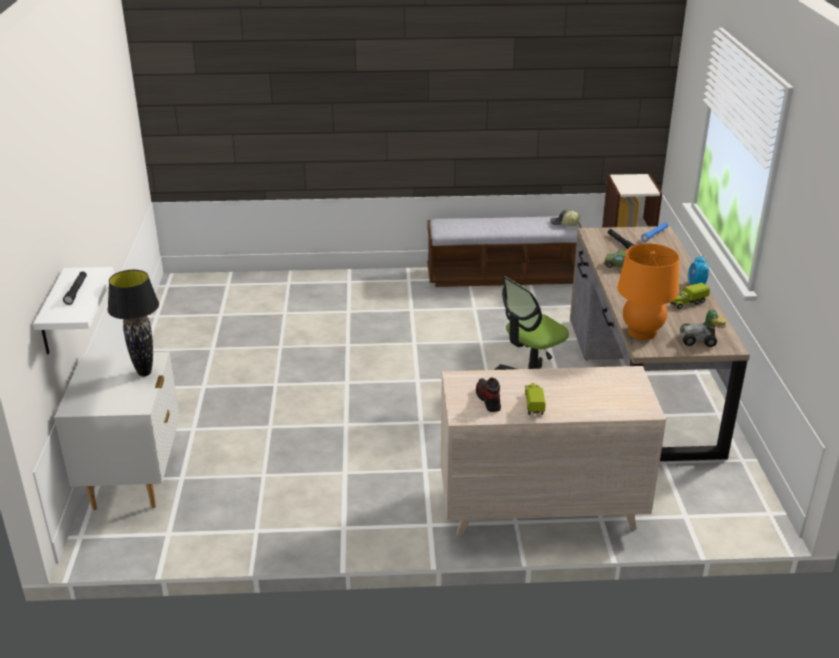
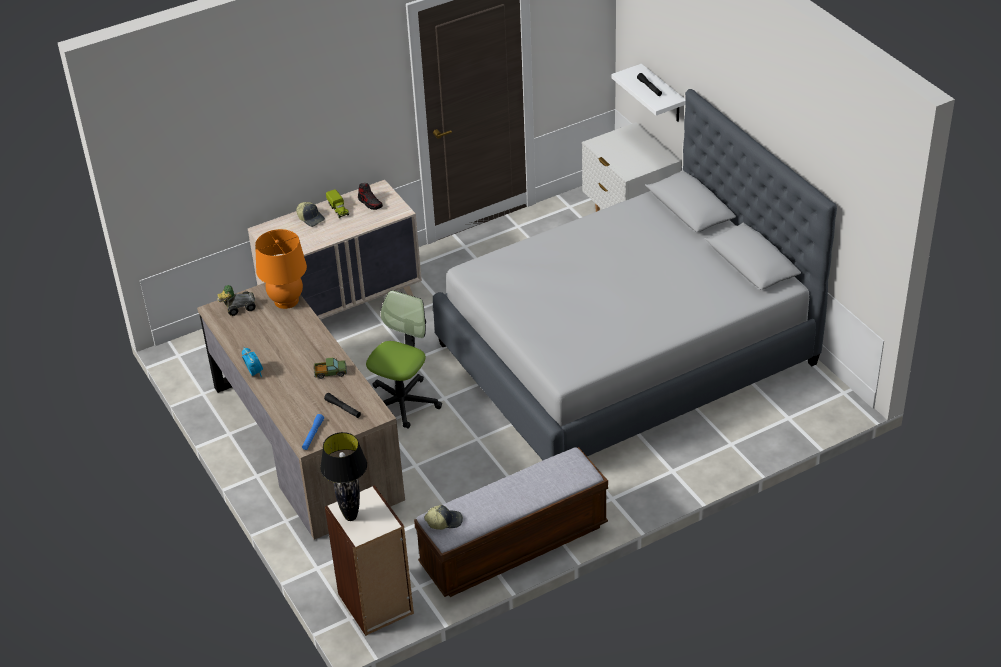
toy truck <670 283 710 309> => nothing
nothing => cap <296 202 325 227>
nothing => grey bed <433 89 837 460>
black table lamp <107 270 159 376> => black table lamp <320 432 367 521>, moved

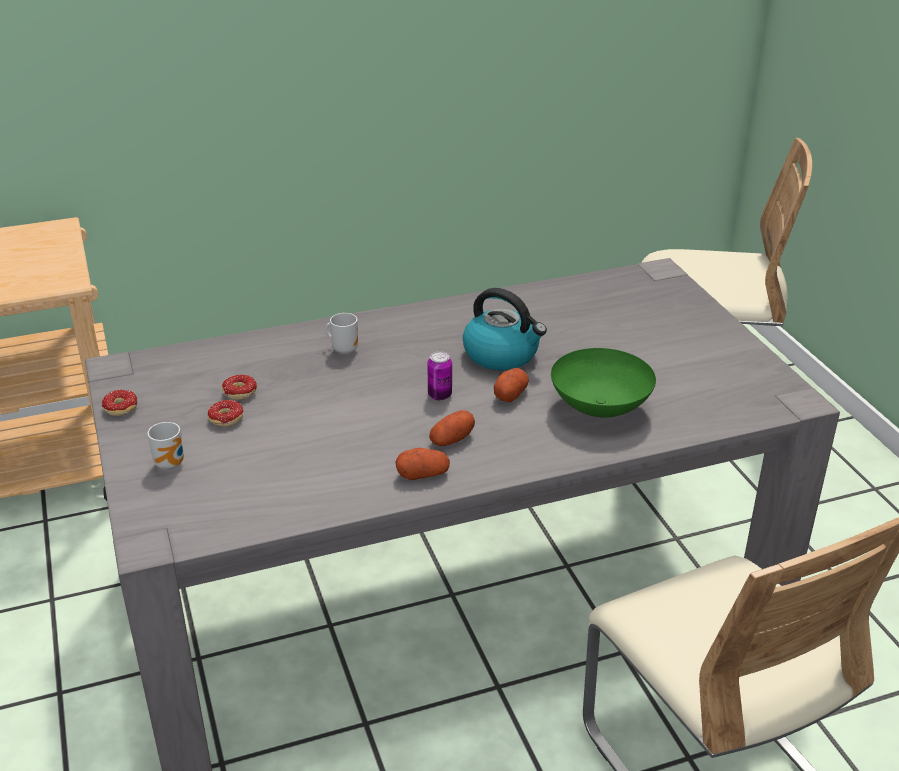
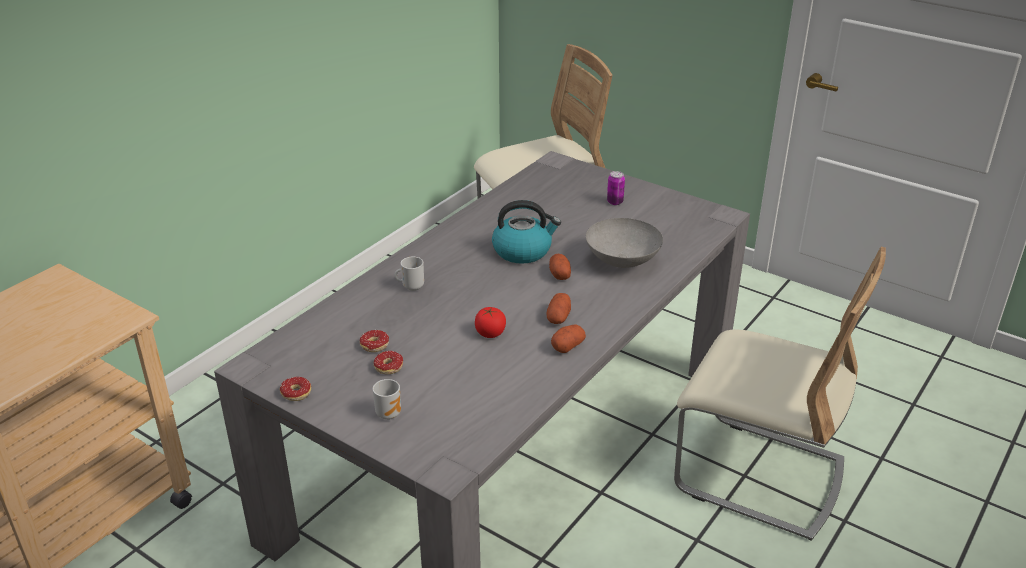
nothing => tomato <475 307 506 338>
can <427 351 452 401> => can <607 171 625 205>, moved
green bowl <551 348 656 418> => grey bowl <586 218 663 268>

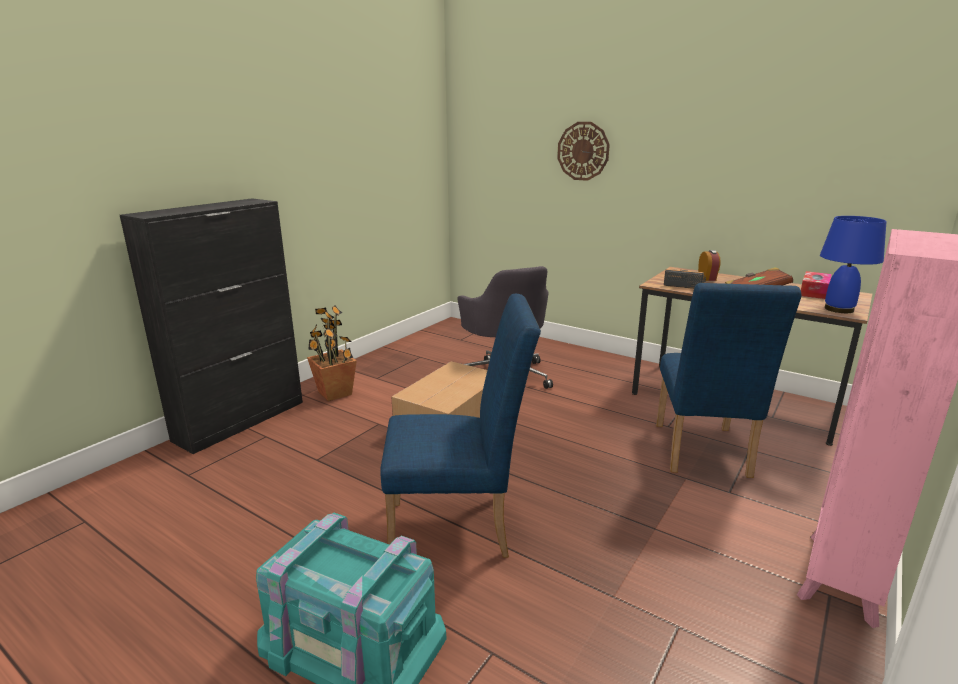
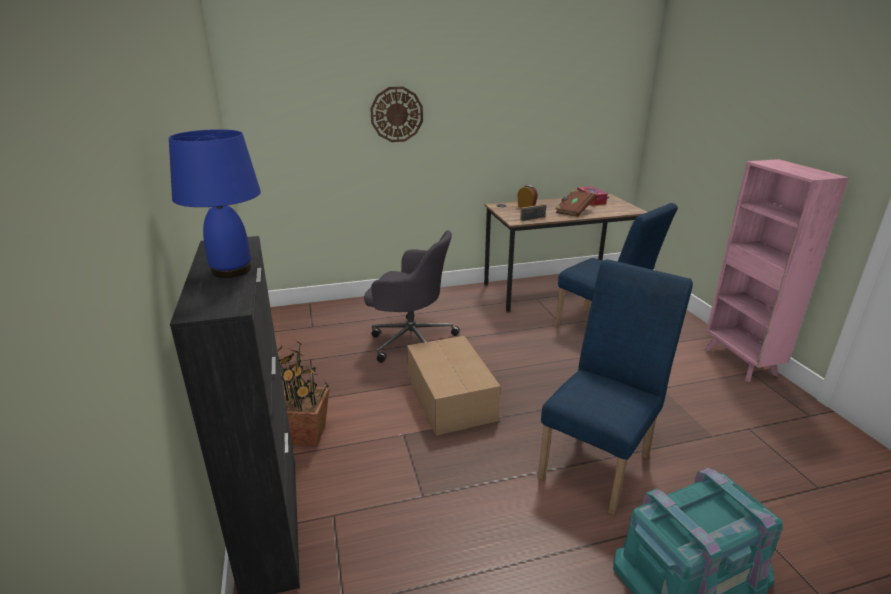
blue table lamp <820 216 887 313> => blue table lamp <169 129 261 278>, moved

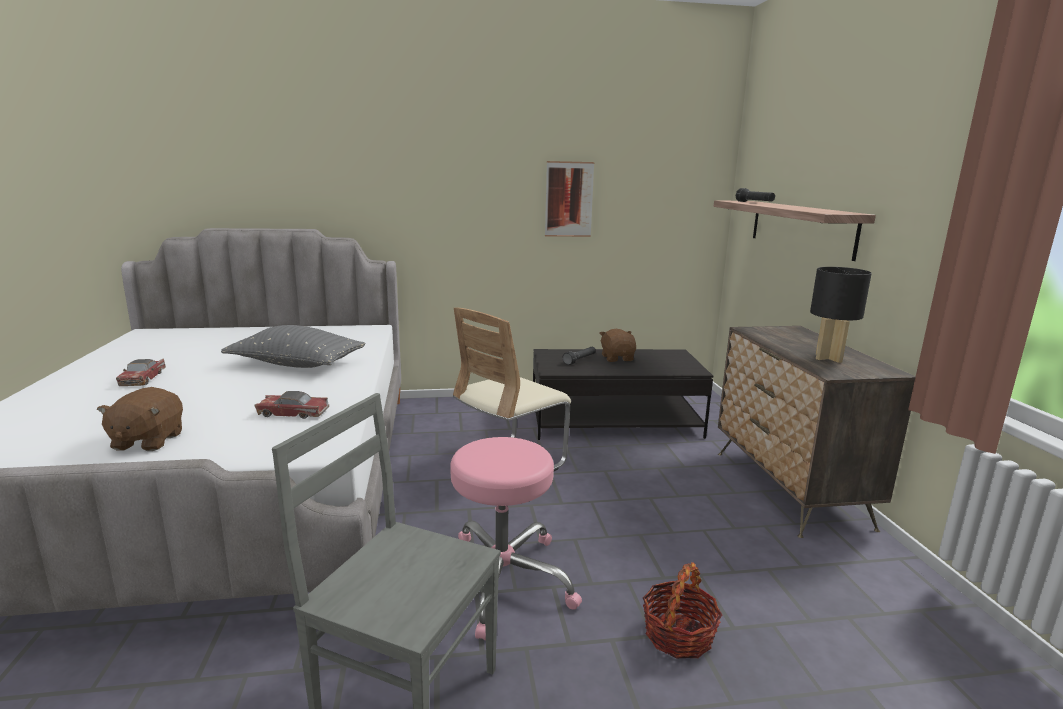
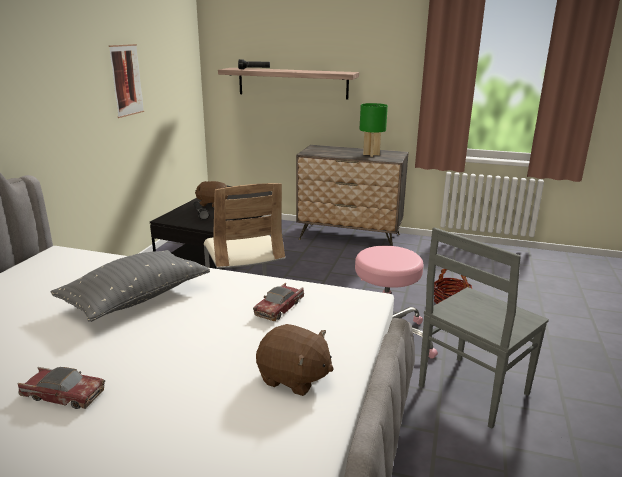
black table lamp <810 267 872 363> => green table lamp <360 103 388 157>

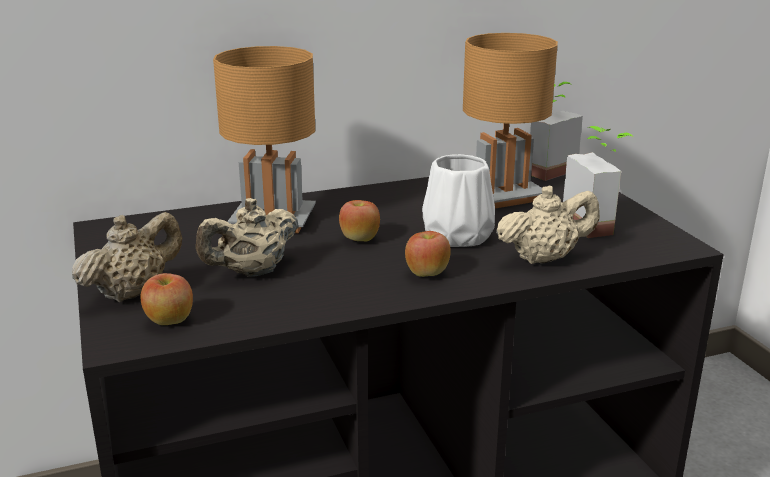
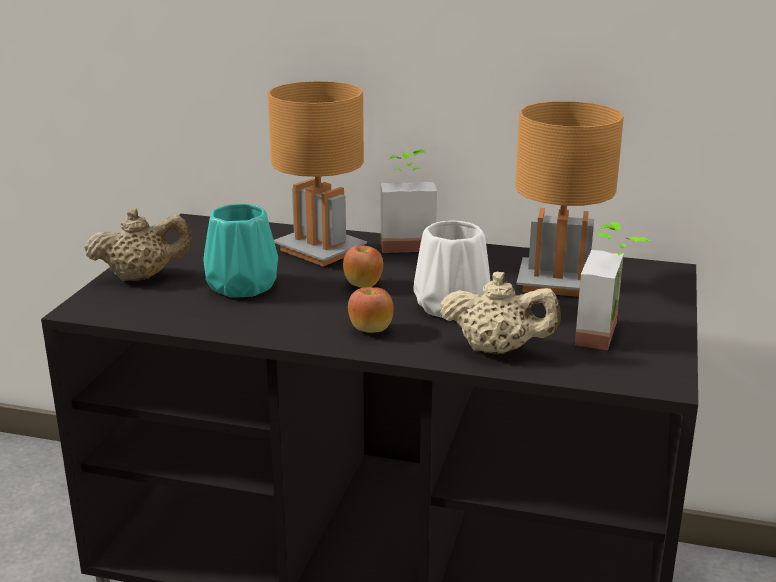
apple <140 273 193 325> => nothing
potted plant <530 82 583 181> => potted plant <381 149 437 253>, moved
beige teapot <196 198 299 277> => turquoise vase <203 204 278 298>

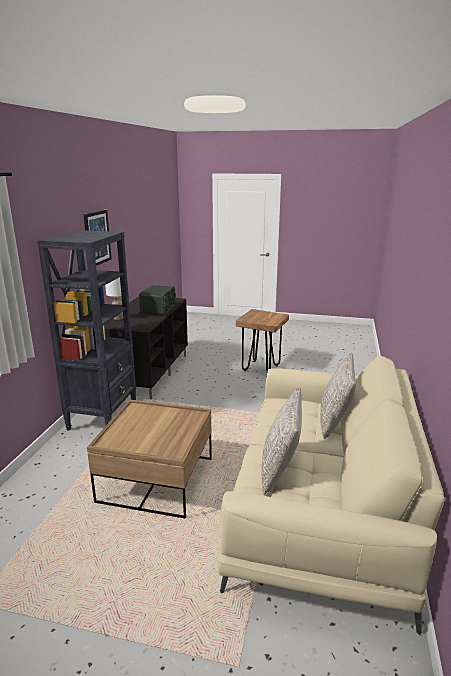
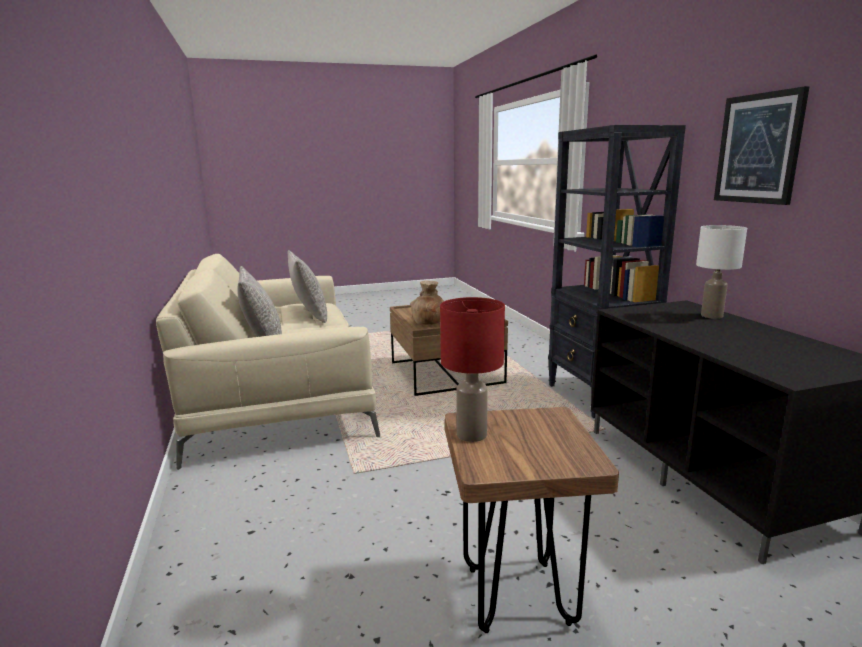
radio <139 285 176 315> => nothing
nothing => brown vase <410 281 444 325>
nothing => red table lamp <440 297 505 442>

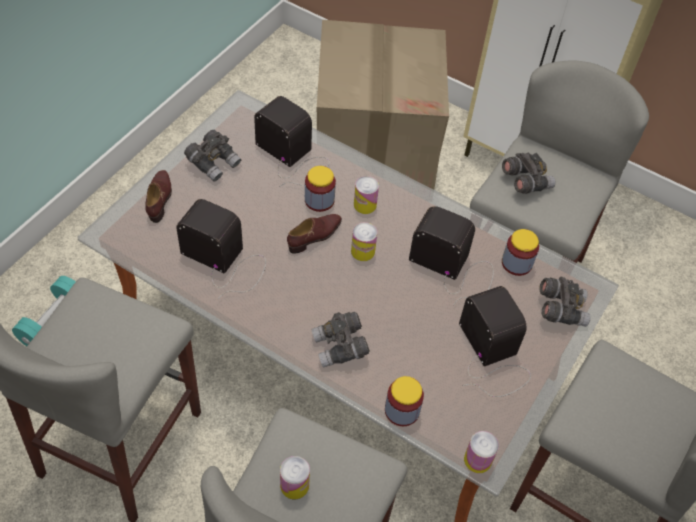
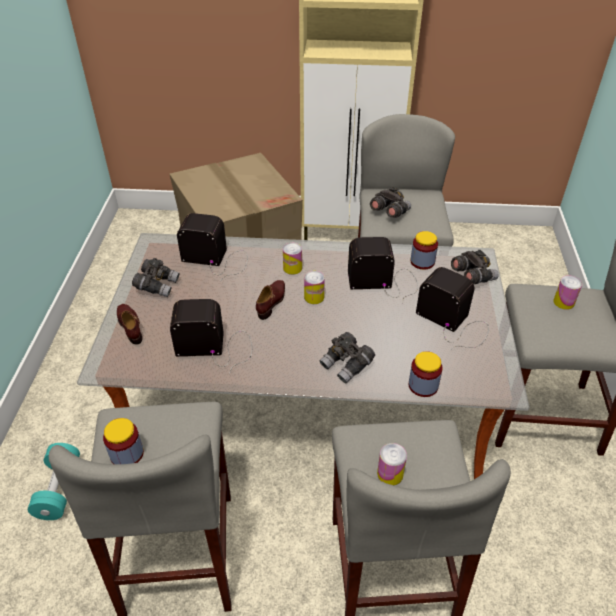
jar <305 166 336 212> => jar <103 418 144 464>, moved
can <464 431 499 473> => can <553 276 582 310>, moved

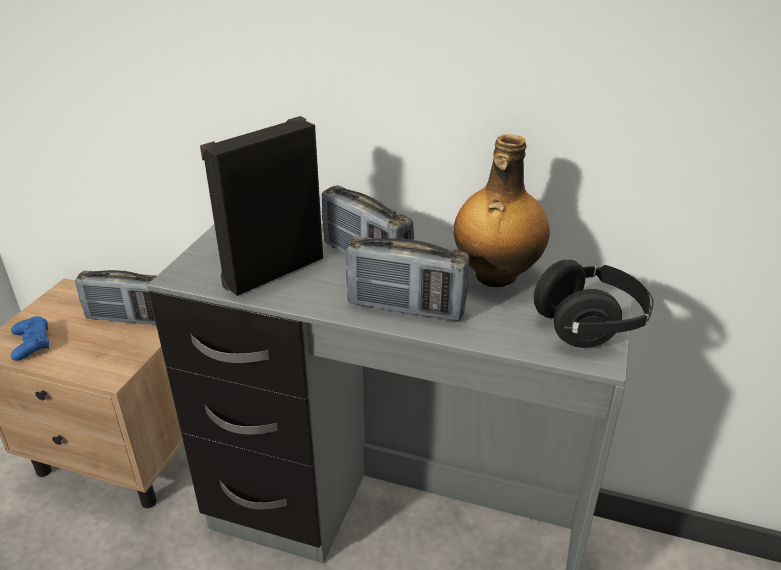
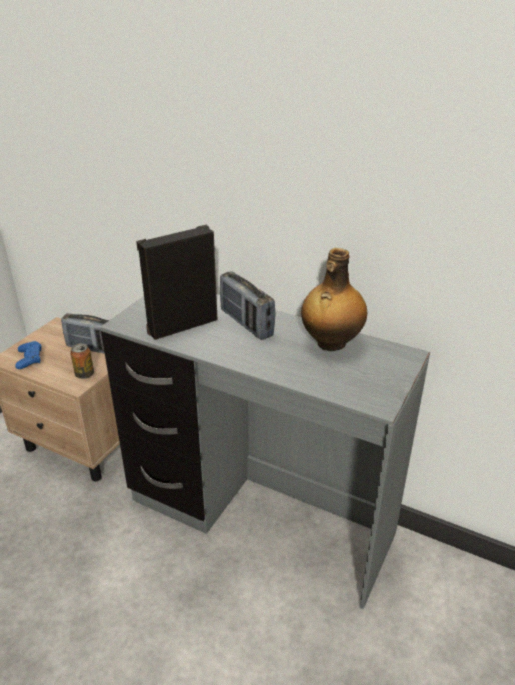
radio <346 237 469 321> => nothing
black headphones <533 260 653 348> => nothing
nothing => can <70 343 94 379>

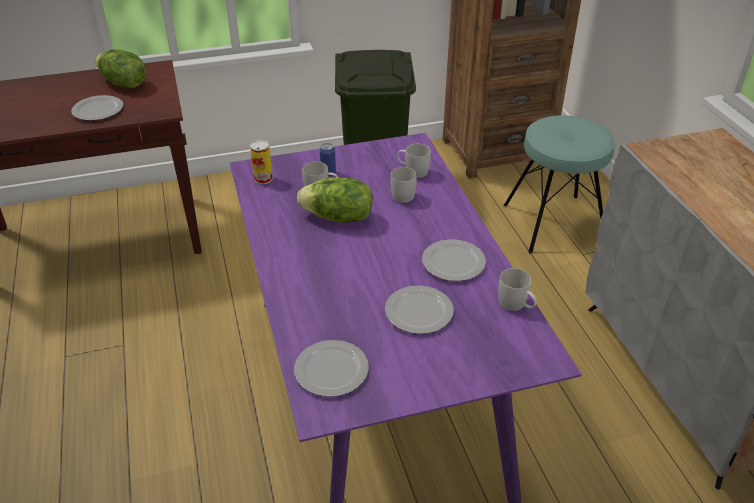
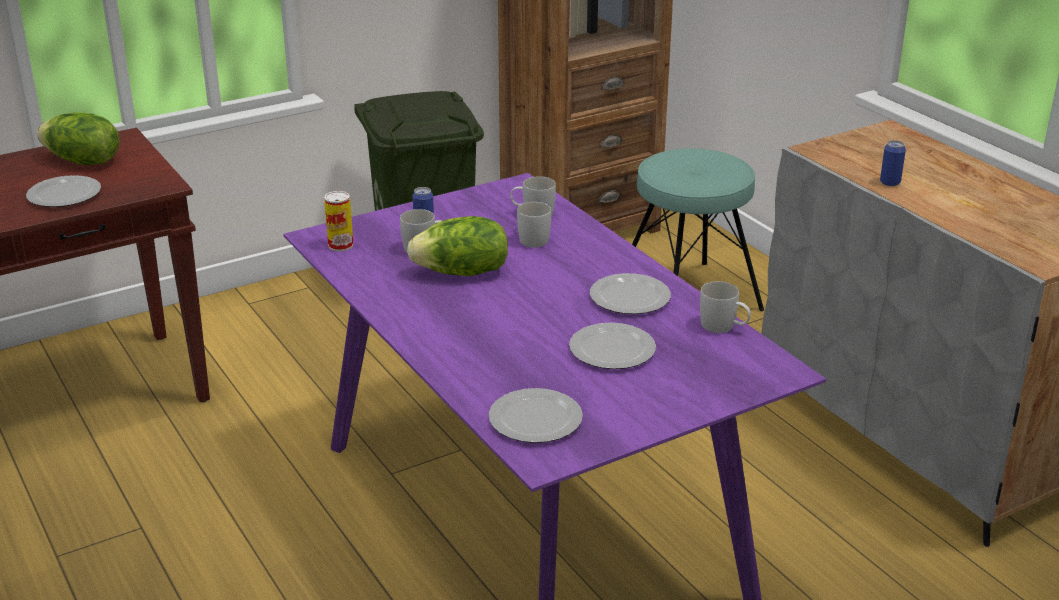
nothing => can <880 140 906 186>

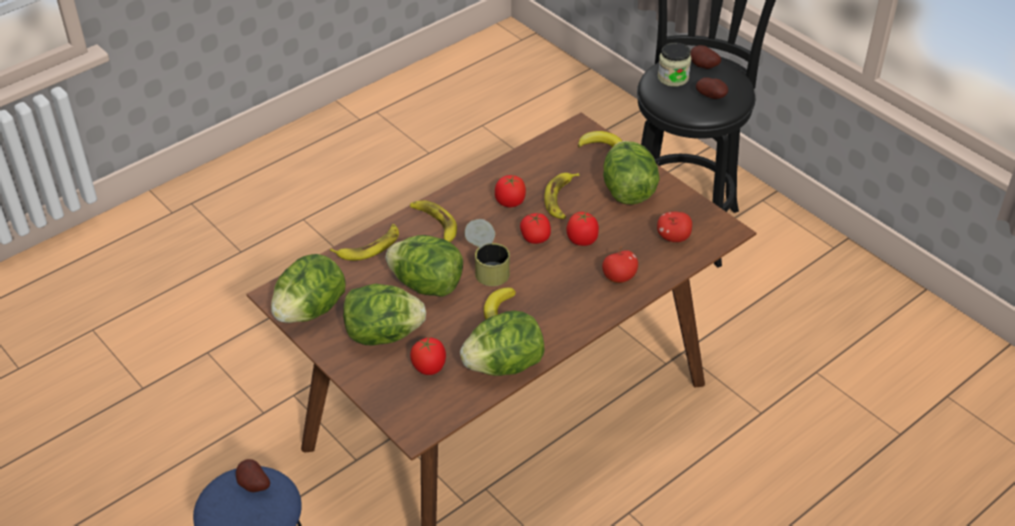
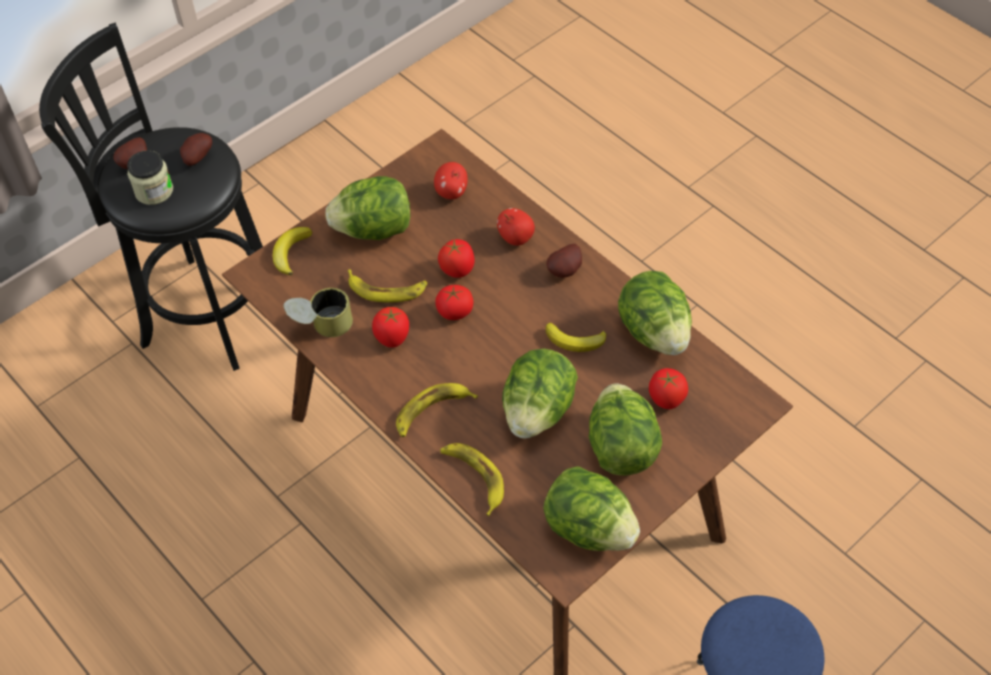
potato <236 459 270 492> => potato <546 244 582 278>, moved
can <465 219 510 286> => can <283 288 353 337>, moved

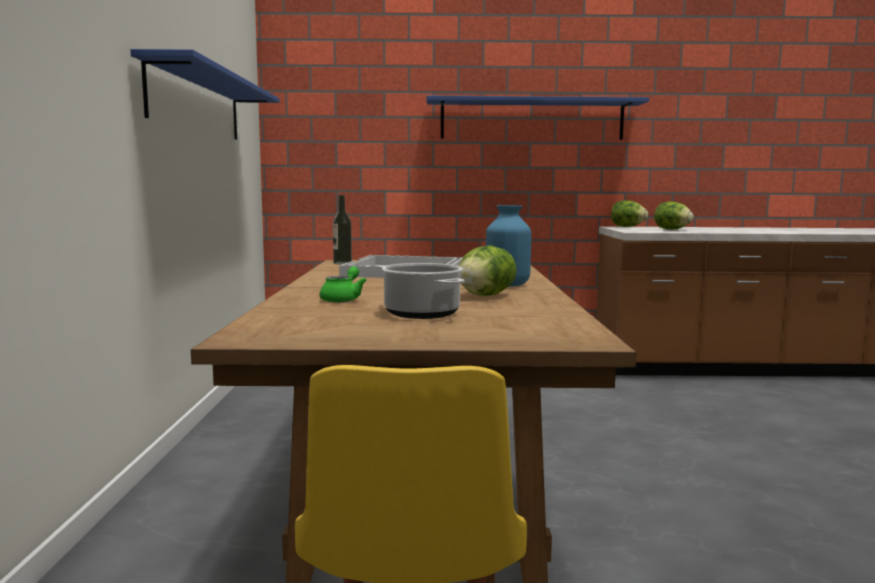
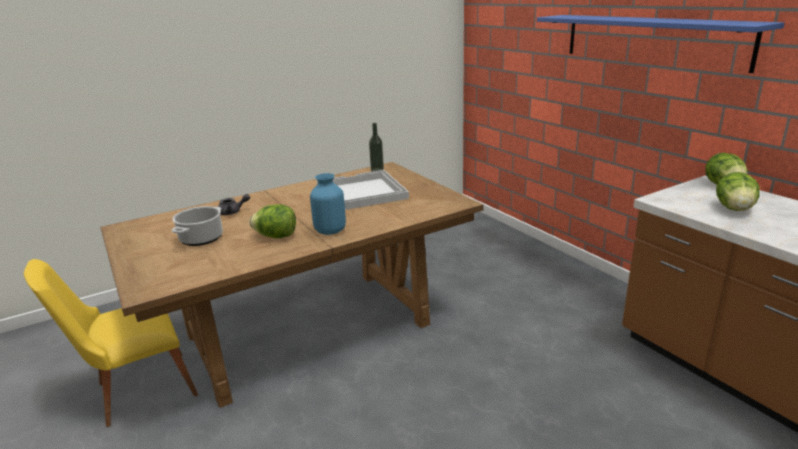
blue shelf <130 49 279 139> => nothing
green teapot <320 266 367 303> => grey teapot <218 194 250 215>

